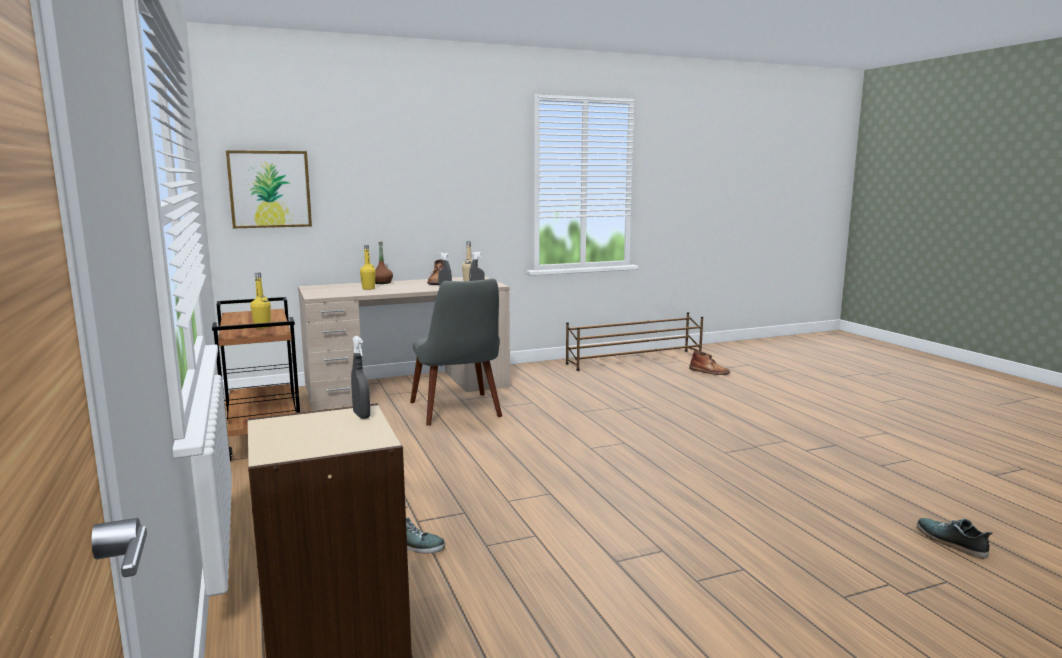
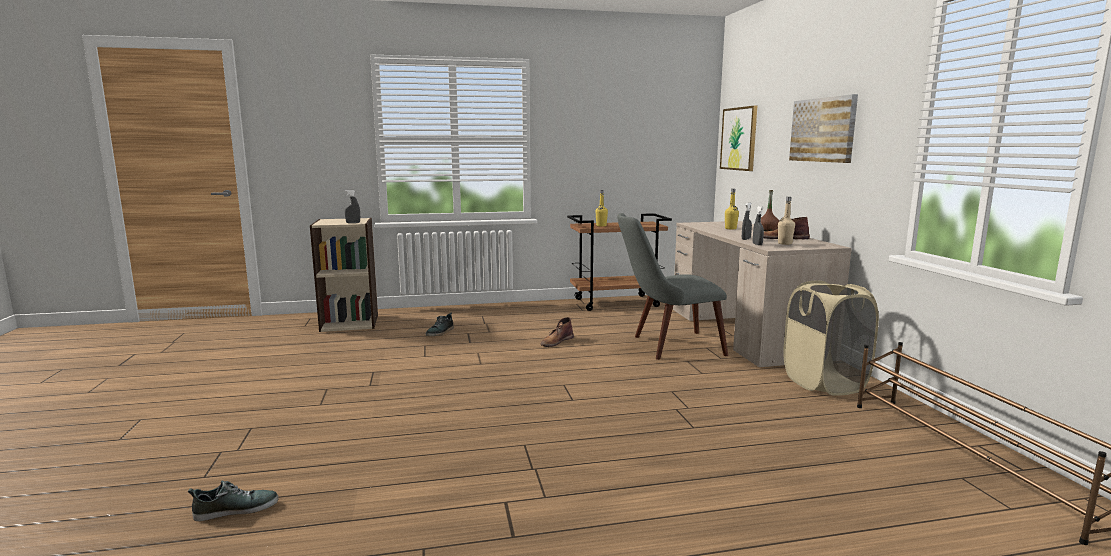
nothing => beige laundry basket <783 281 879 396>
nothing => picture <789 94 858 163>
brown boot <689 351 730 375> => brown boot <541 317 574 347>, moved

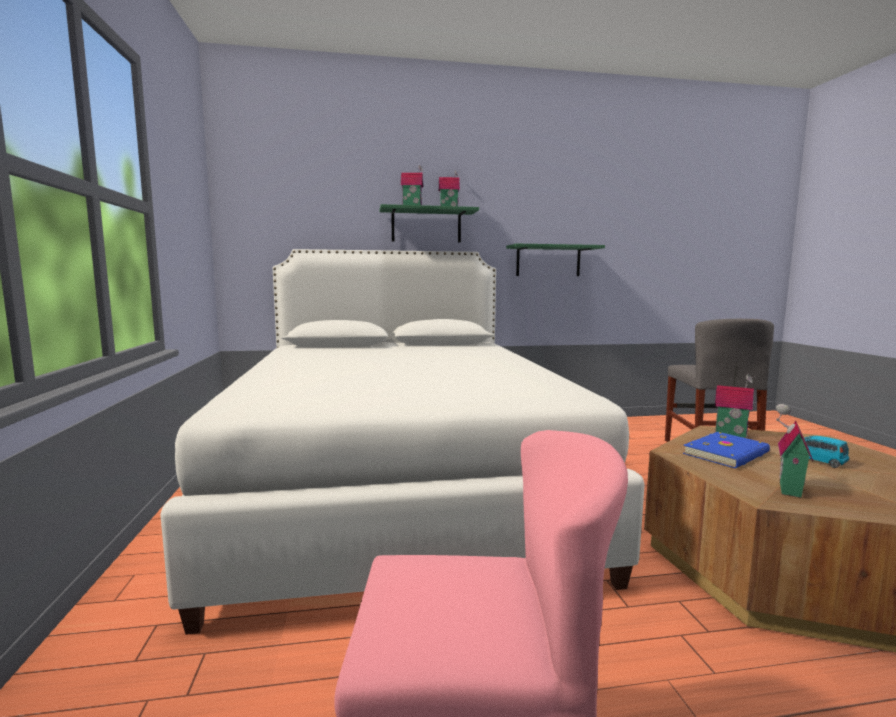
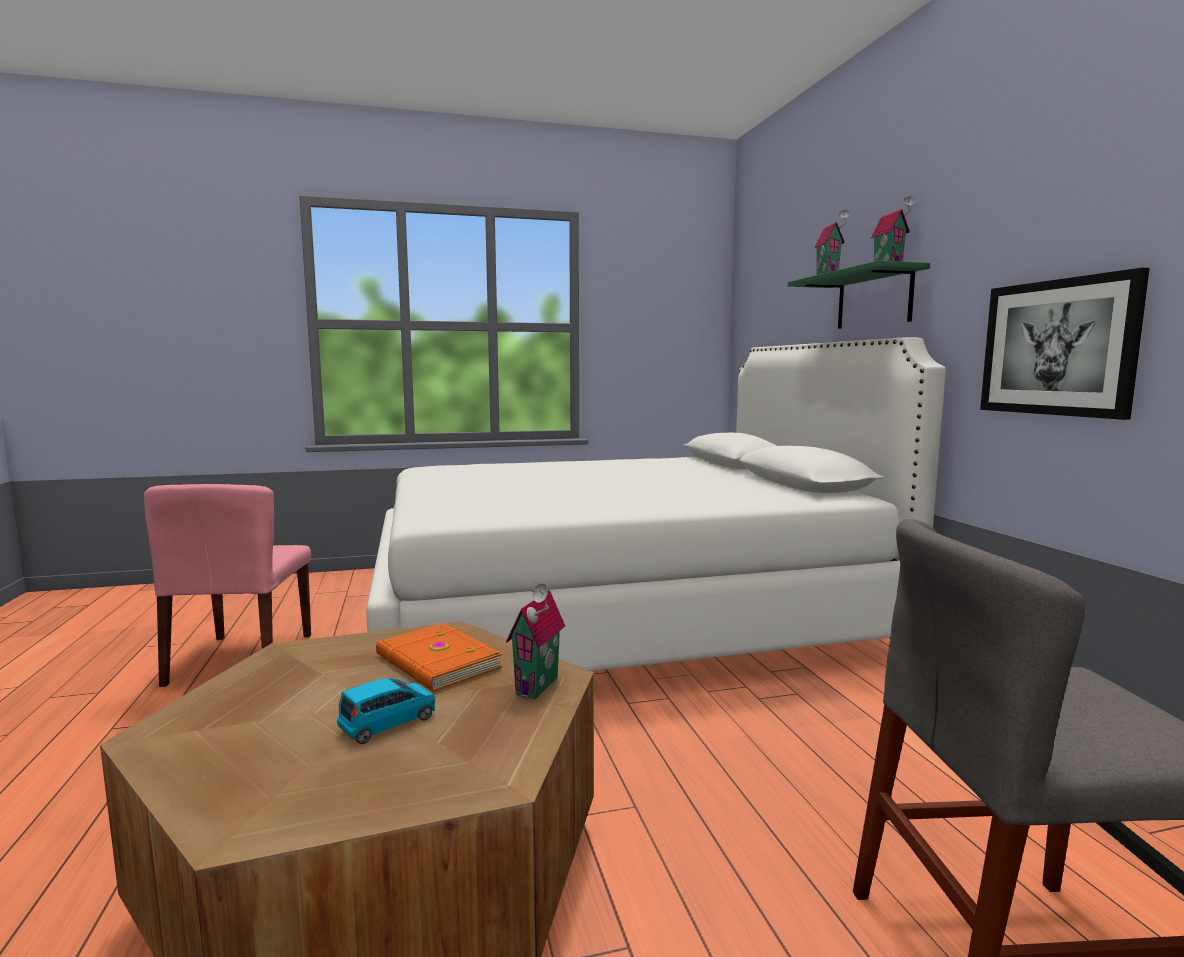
toy house <776 404 813 498> => nothing
green shelf <506 244 605 276> => picture <980 268 1150 420>
blue book <683 432 770 468> => orange book <376 623 502 692>

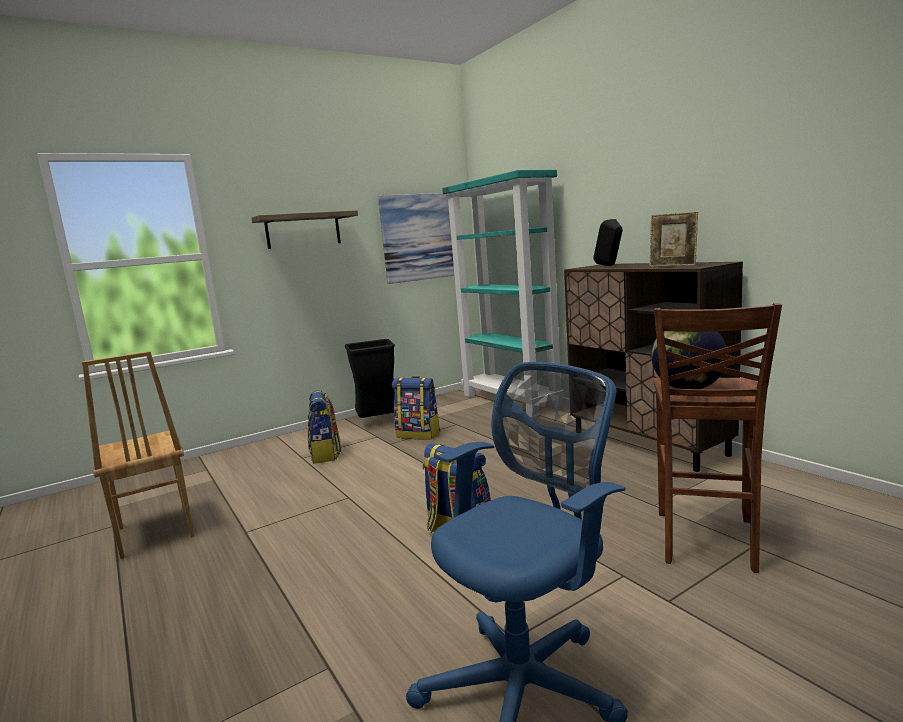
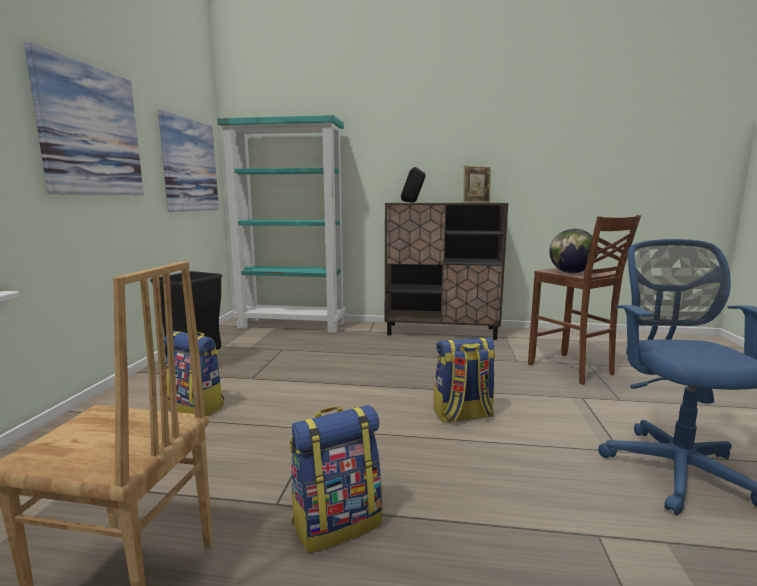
backpack <392 376 440 440> => backpack <290 405 382 553>, moved
shelf <251 210 358 249> => picture <24 42 144 195>

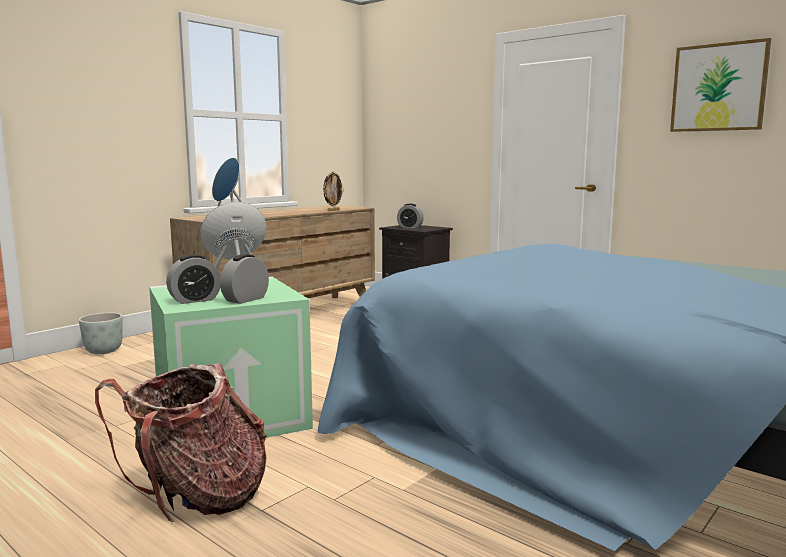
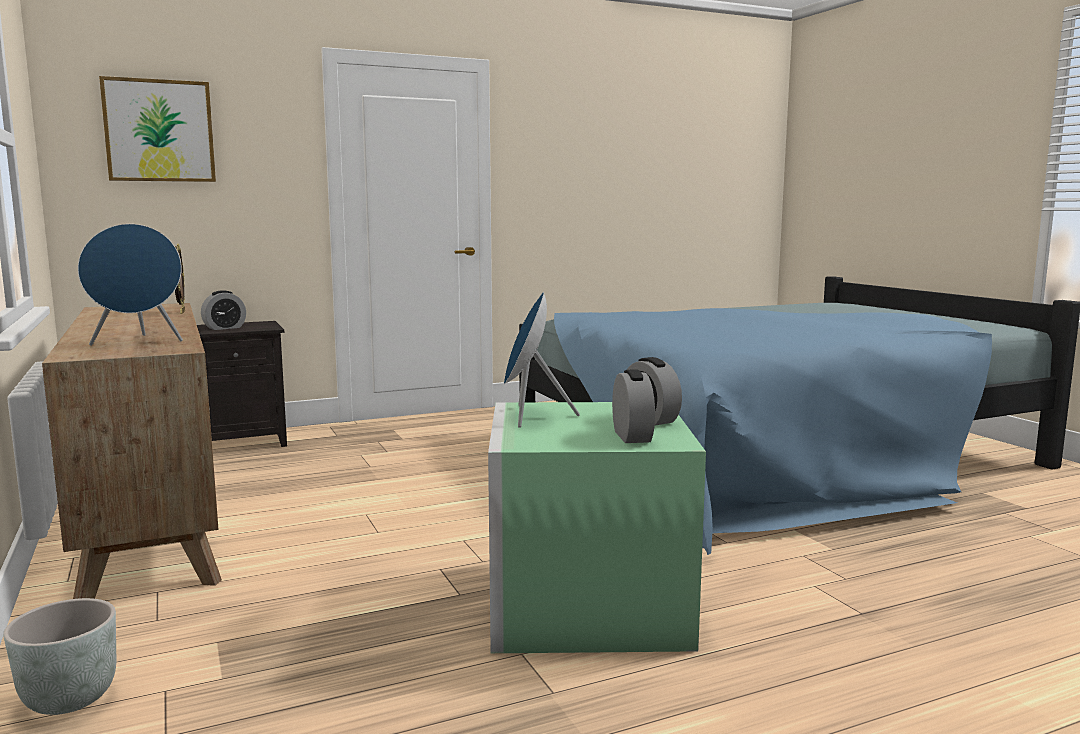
backpack <95 363 267 522> => nothing
picture <670 38 771 132> => picture <99 76 216 182>, moved

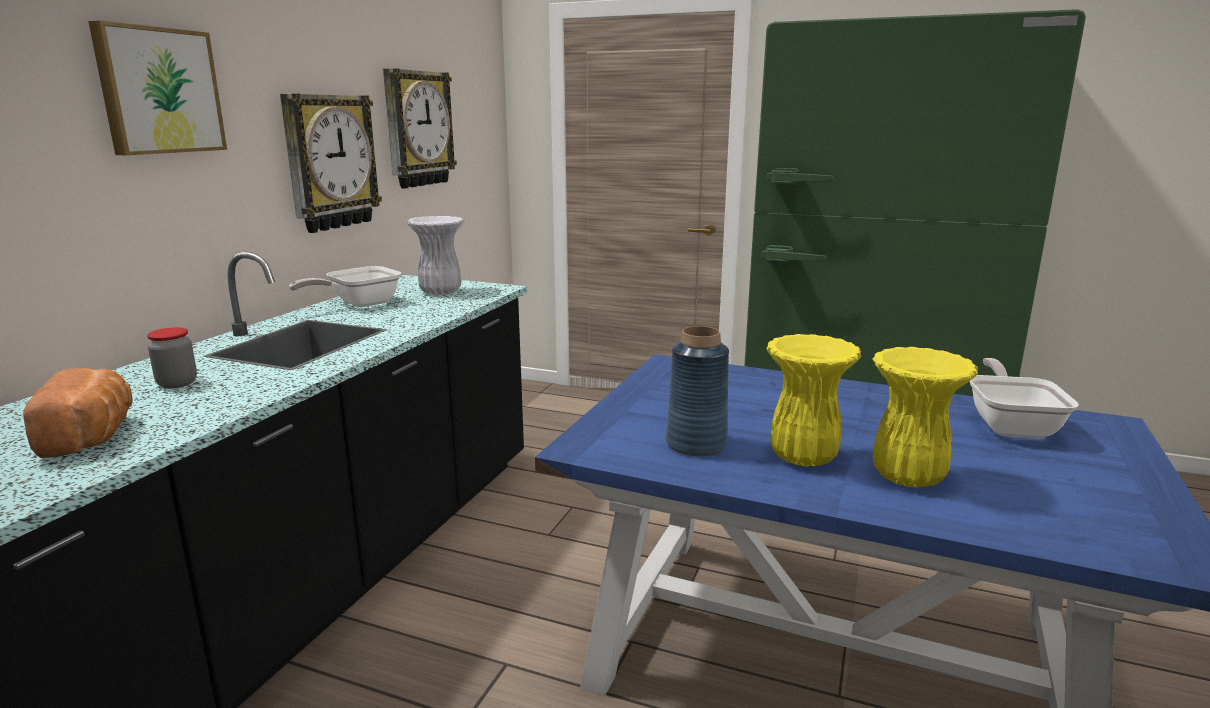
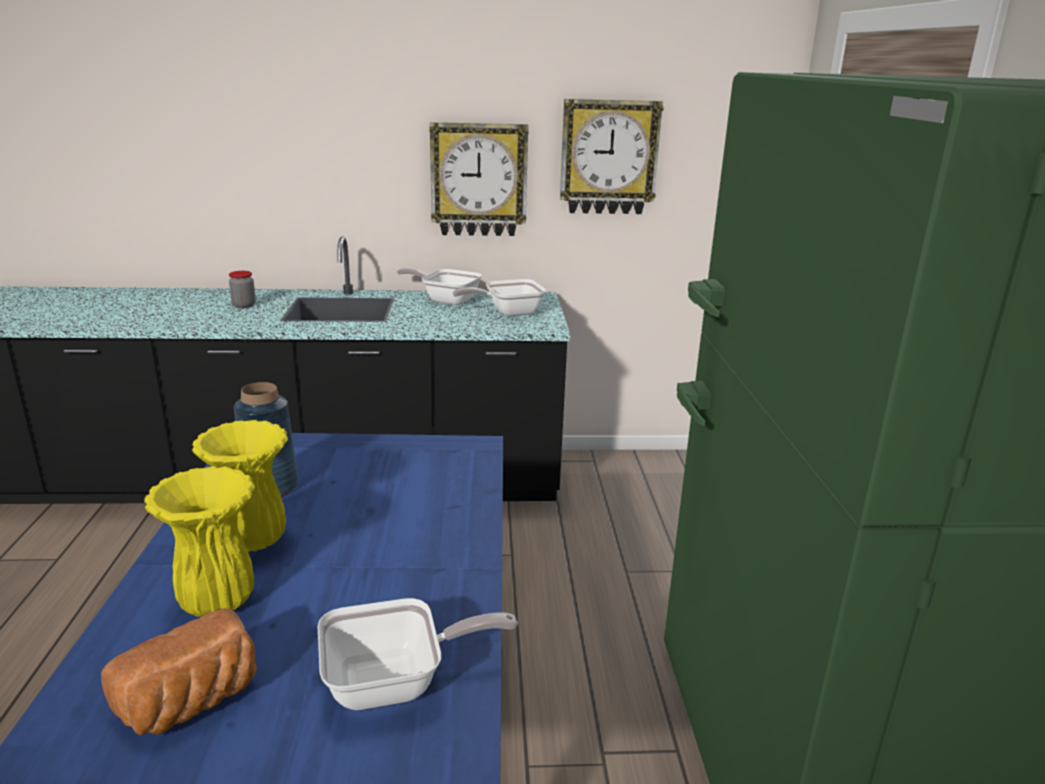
picture <88 20 227 155> => nothing
bread <23 368 132 458> => bread <101 608 257 735>, moved
white vase <406 216 464 295> => frying pan <453 279 546 317>

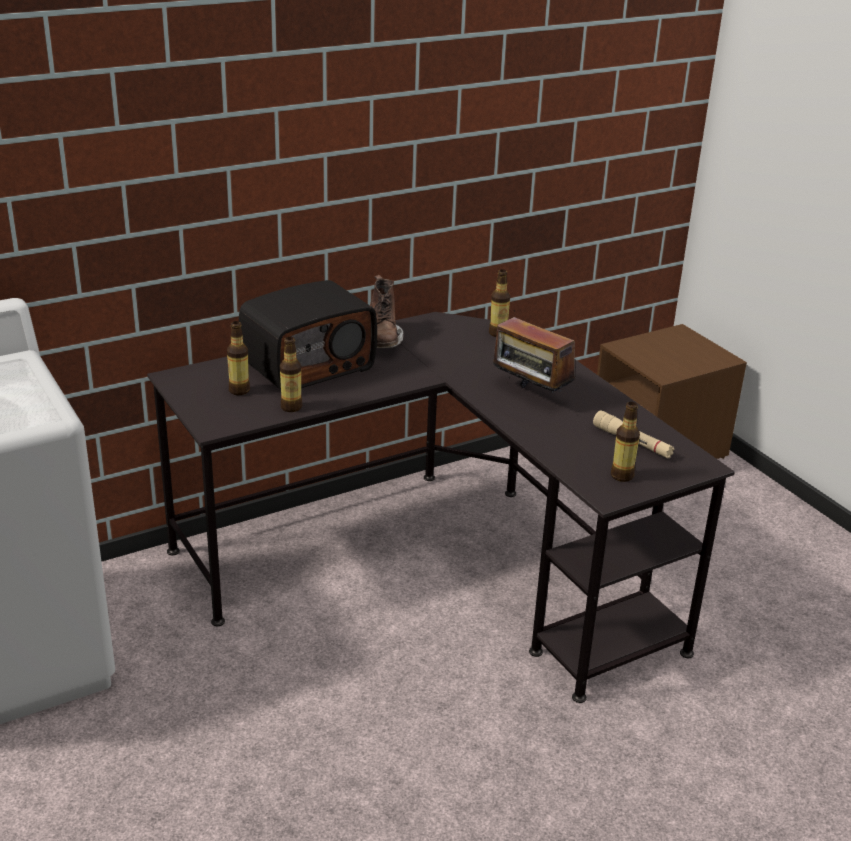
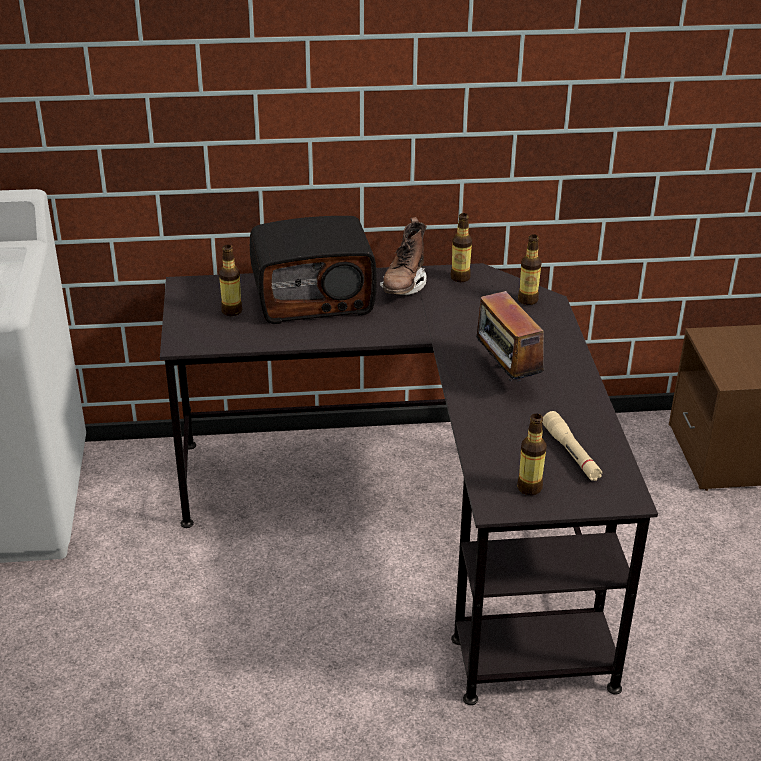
bottle <280 337 302 412> => bottle <451 213 472 282>, moved

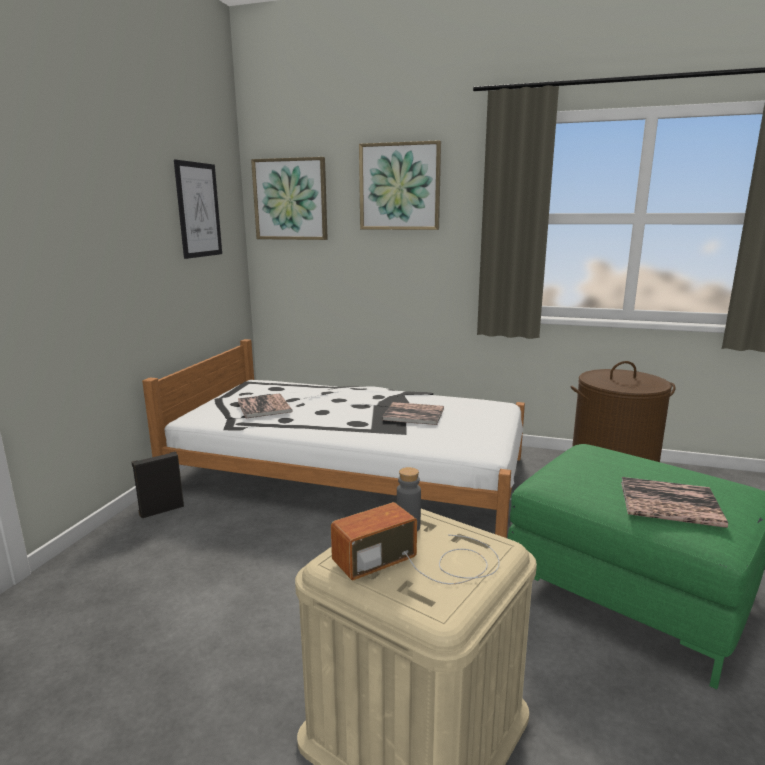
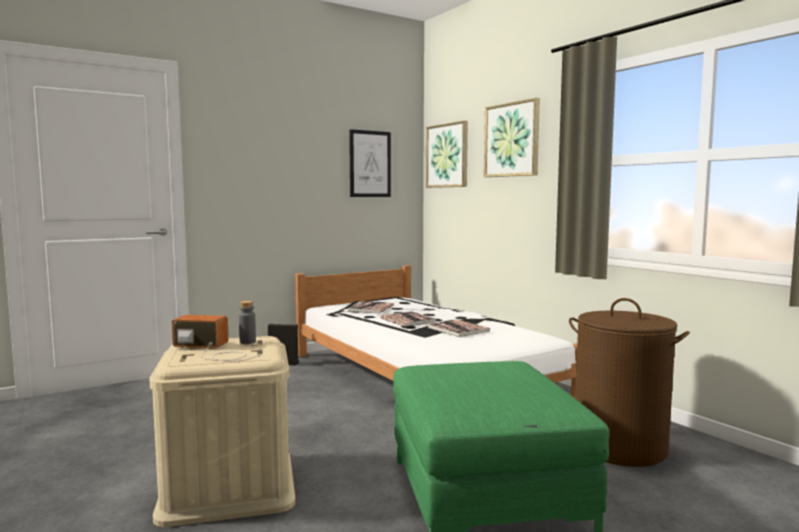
book <621 477 728 528> => book <380 311 436 327>, moved

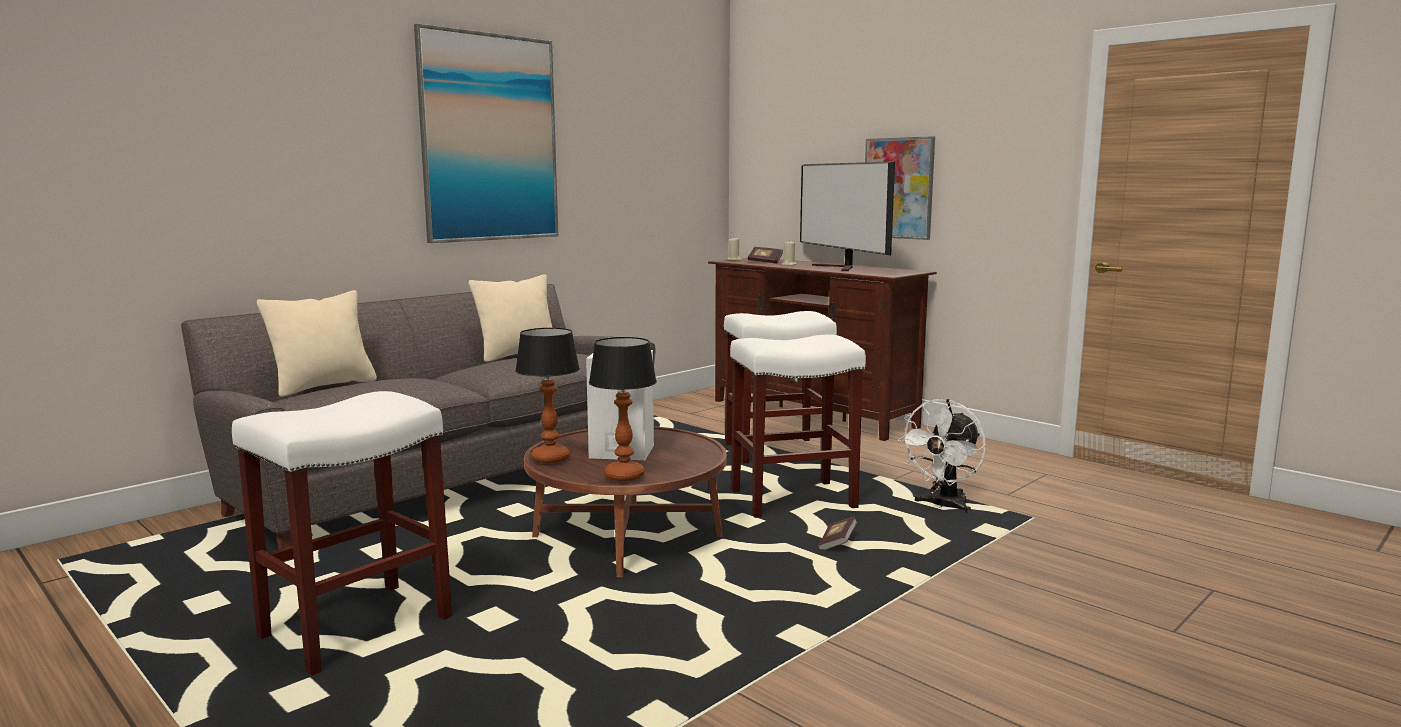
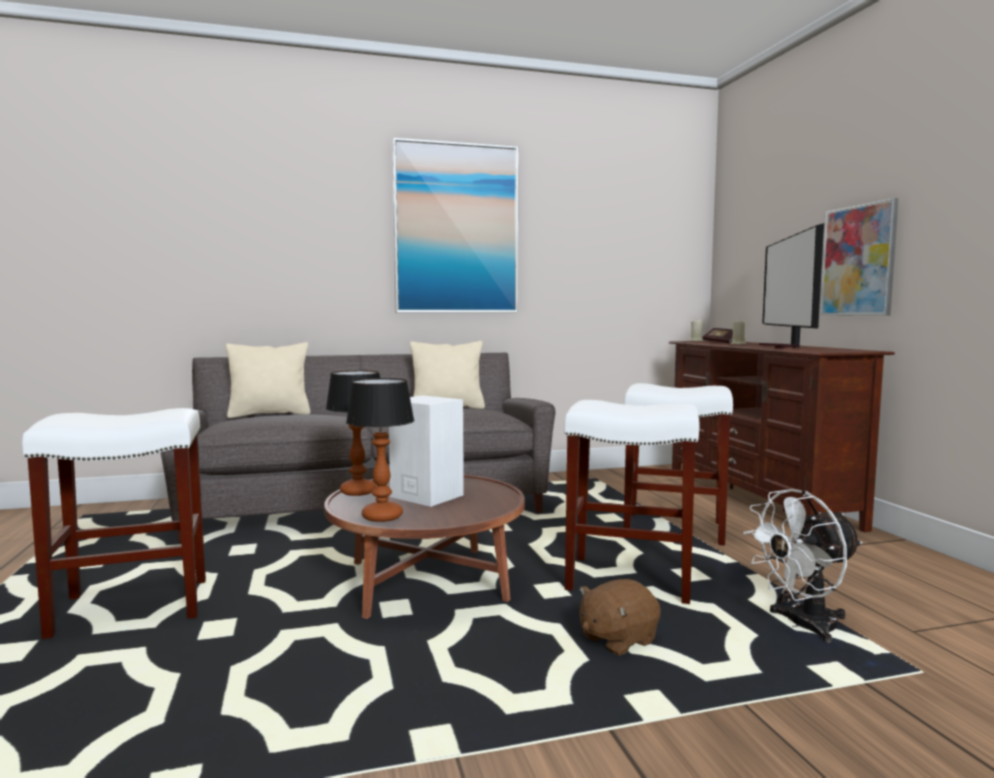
book <818 517 857 550> => brown plush toy <580 579 661 656>

